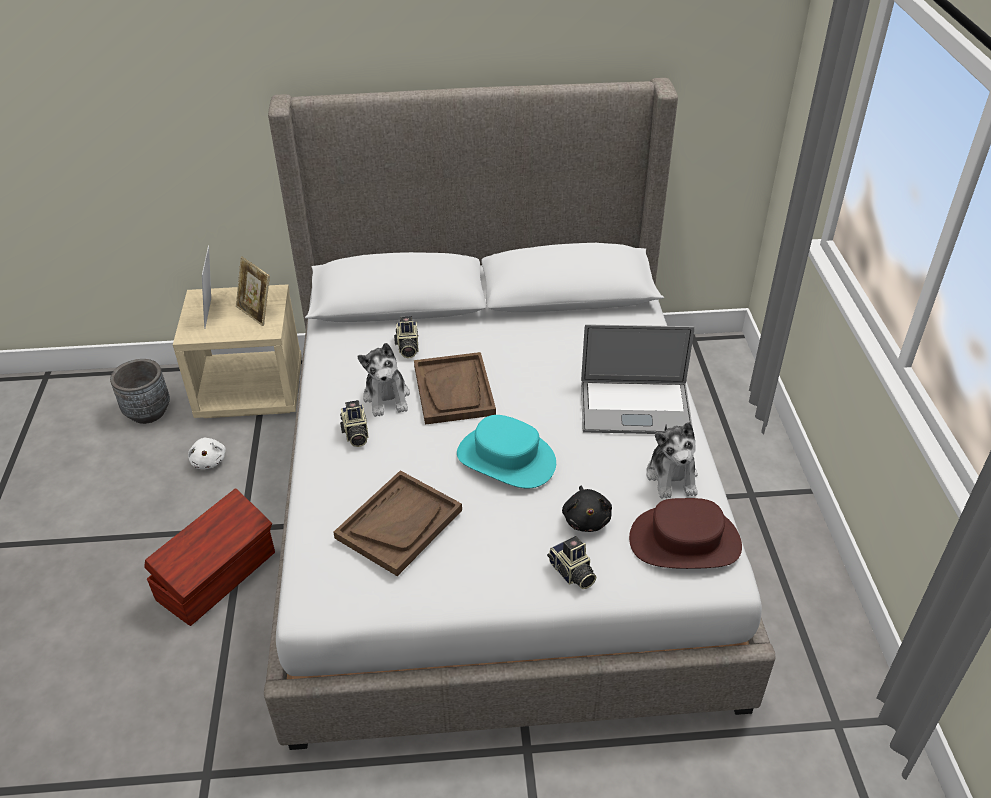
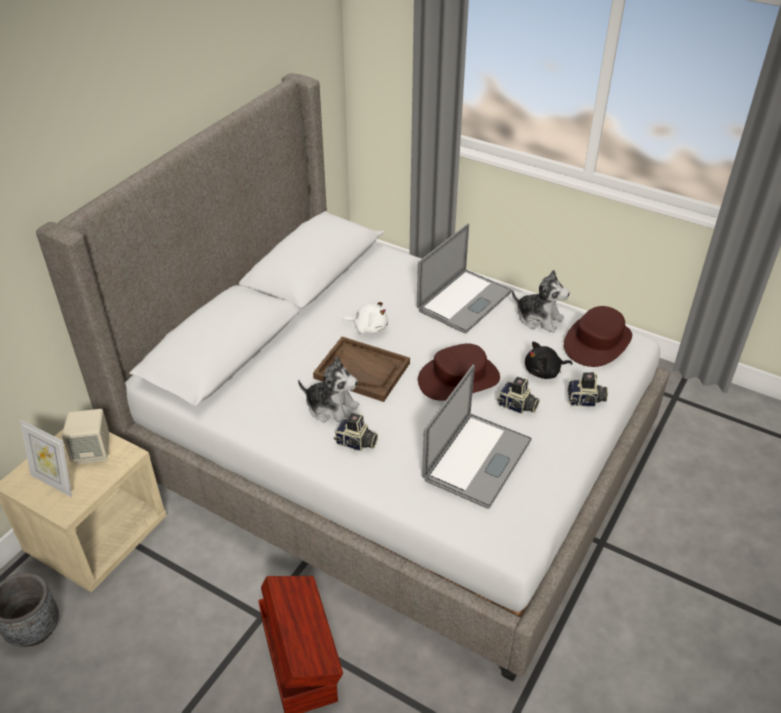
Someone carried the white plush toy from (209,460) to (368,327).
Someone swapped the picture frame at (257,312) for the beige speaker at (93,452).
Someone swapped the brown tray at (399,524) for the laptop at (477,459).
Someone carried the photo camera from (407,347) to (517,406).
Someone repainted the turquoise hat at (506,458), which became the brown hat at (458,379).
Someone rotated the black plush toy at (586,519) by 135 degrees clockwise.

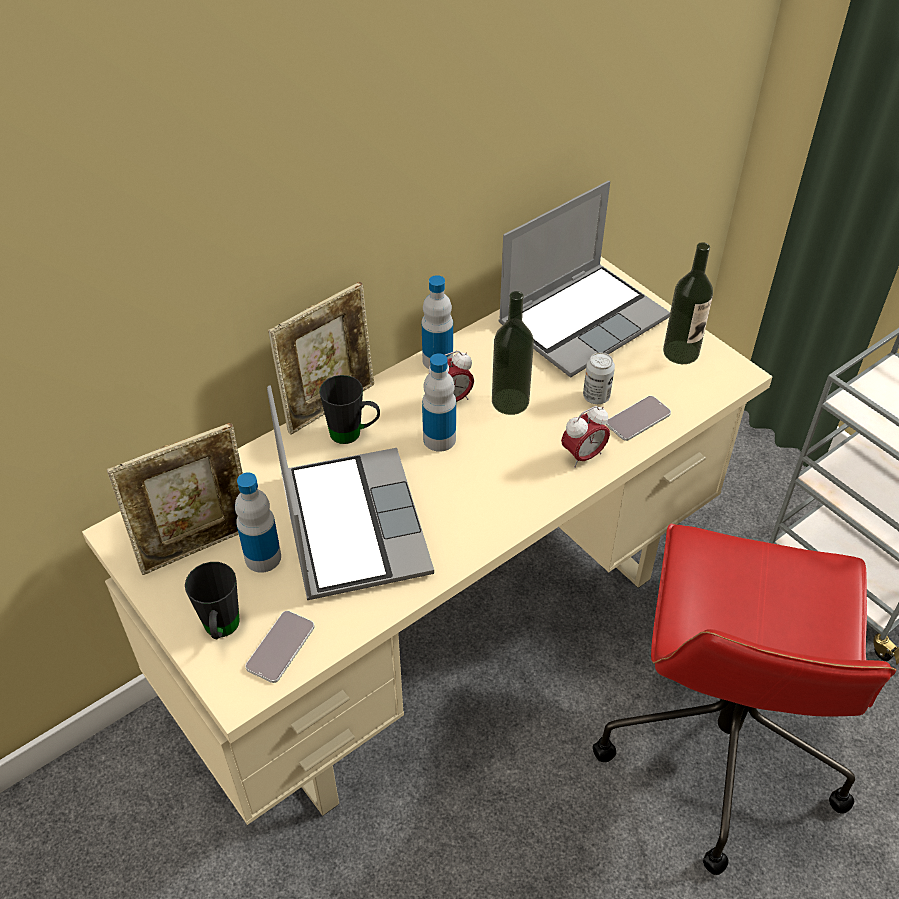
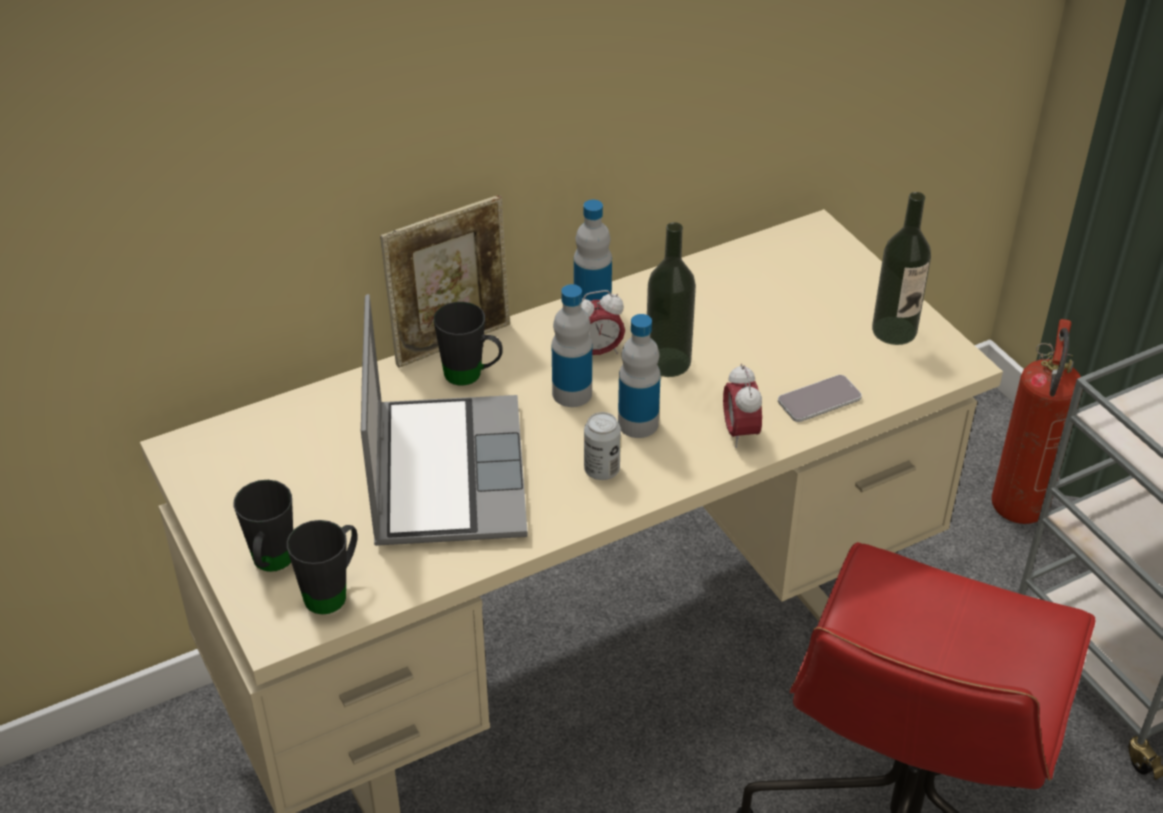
Someone took away the picture frame at (198,545).
Someone carried the bottle from (263,557) to (638,424).
Someone swapped the phone at (280,647) for the black mug at (333,591).
Someone took away the laptop at (583,320).
Someone rotated the alarm clock at (583,456) by 105 degrees clockwise.
Someone carried the can from (596,397) to (601,470).
Someone put down the fire extinguisher at (1017,515).

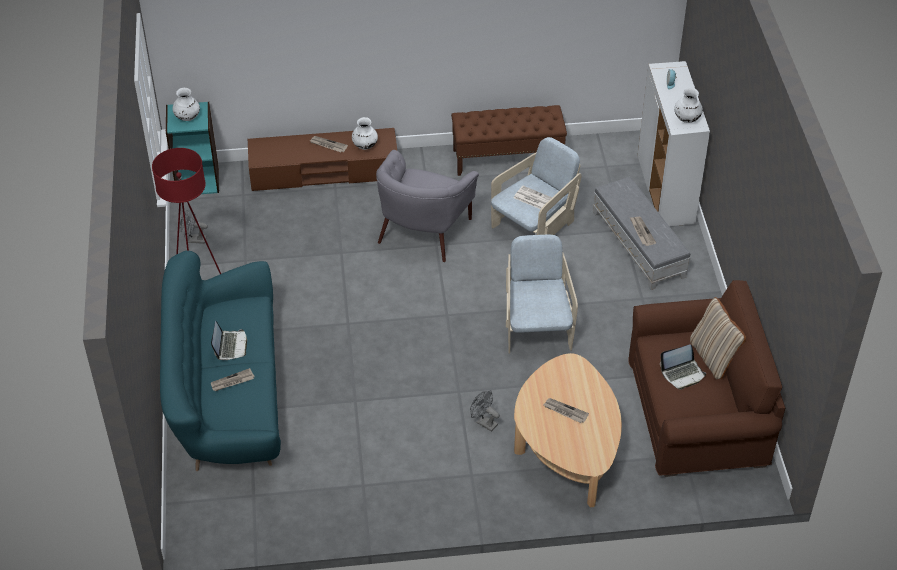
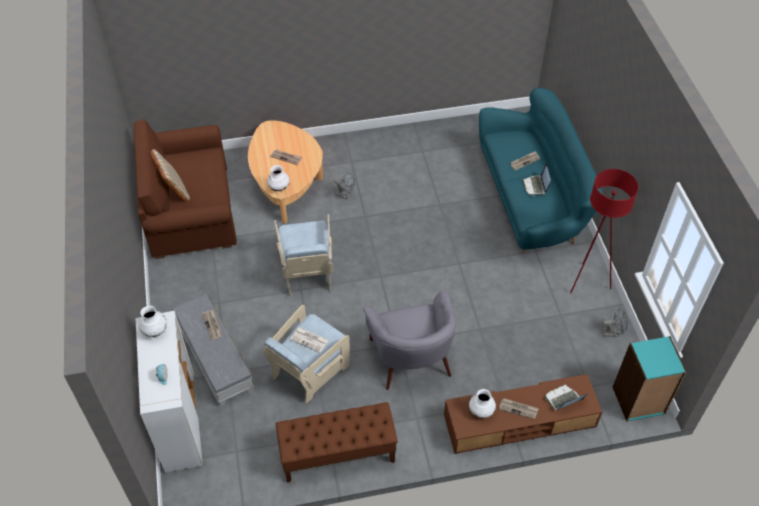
Someone carried the white vase from (187,117) to (279,187).
Someone rotated the grey armchair at (423,231) by 150 degrees clockwise.
Someone carried the laptop from (682,374) to (563,399).

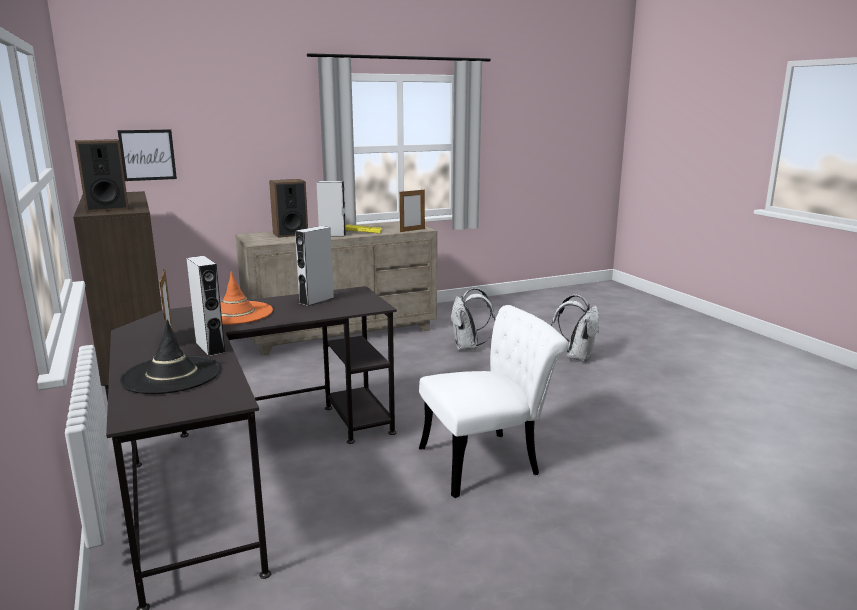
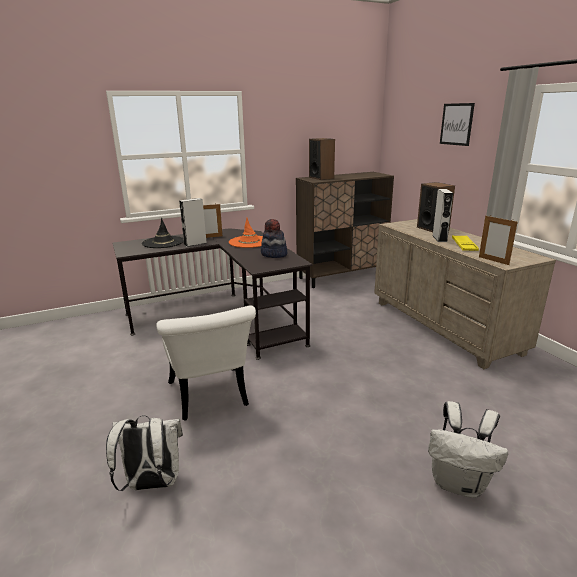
Someone carried the picture from (147,155) to (456,124).
Someone swapped the grey speaker at (316,300) for the hat at (274,254).
Someone carried the white backpack from (468,347) to (152,484).

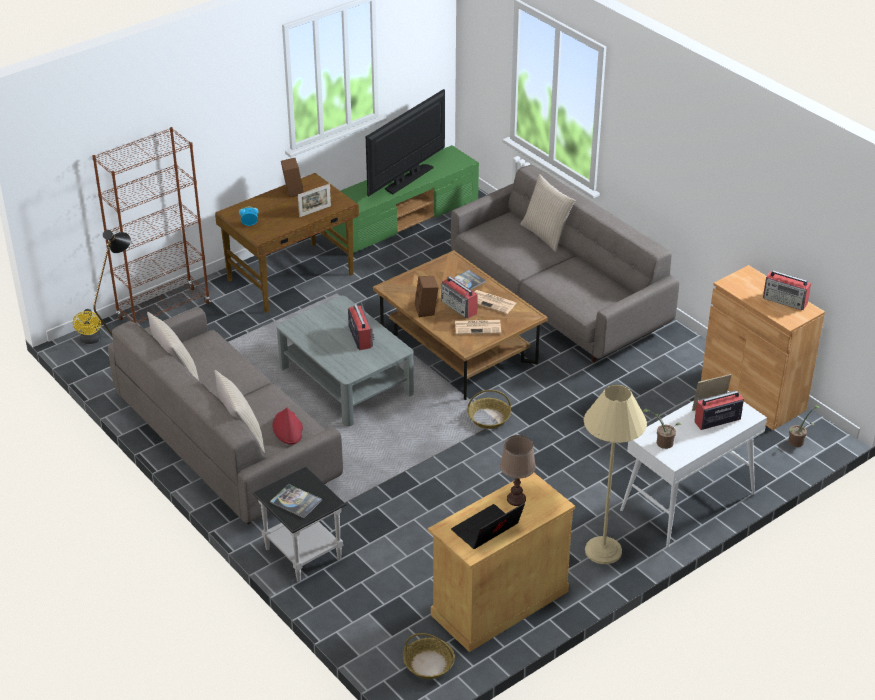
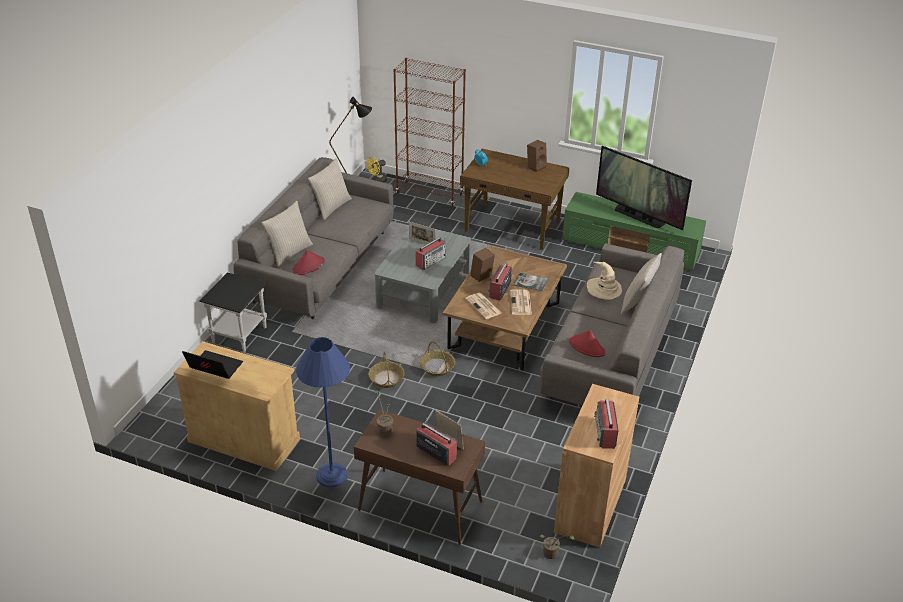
Someone took away the book at (296,501).
Someone carried the picture frame from (315,211) to (422,243).
Someone rotated the television at (408,179) by 150 degrees counterclockwise.
Someone carried the basket from (429,664) to (386,379).
Someone took away the brown table lamp at (516,499).
Someone repainted the beige floor lamp at (603,551), which became the blue floor lamp at (332,475).
Someone repainted the white console table at (687,503), which became the brown console table at (419,506).
Someone put down the red hat at (587,347).
Someone put down the beige hat at (604,289).

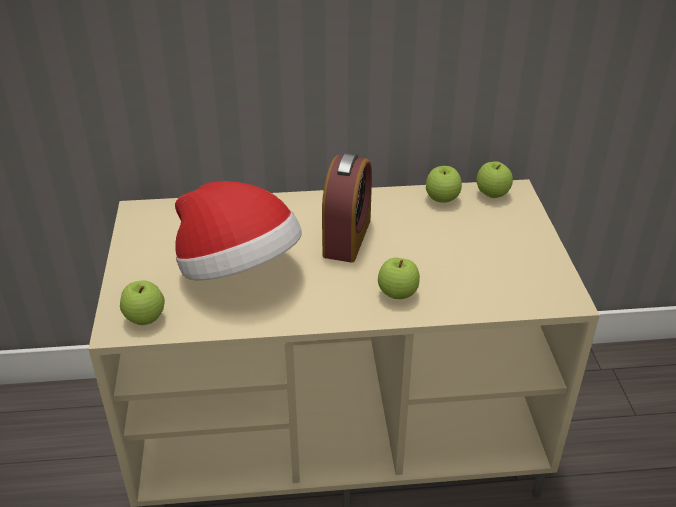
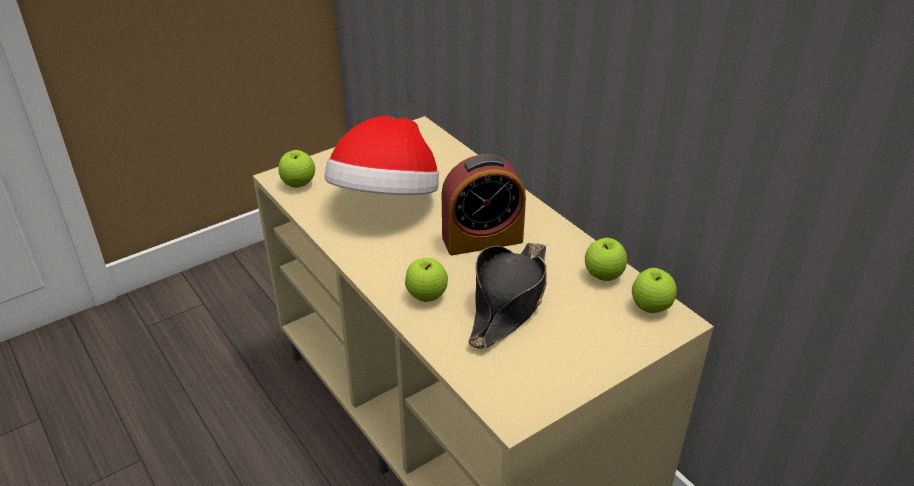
Someone put down the black hat at (508,302).

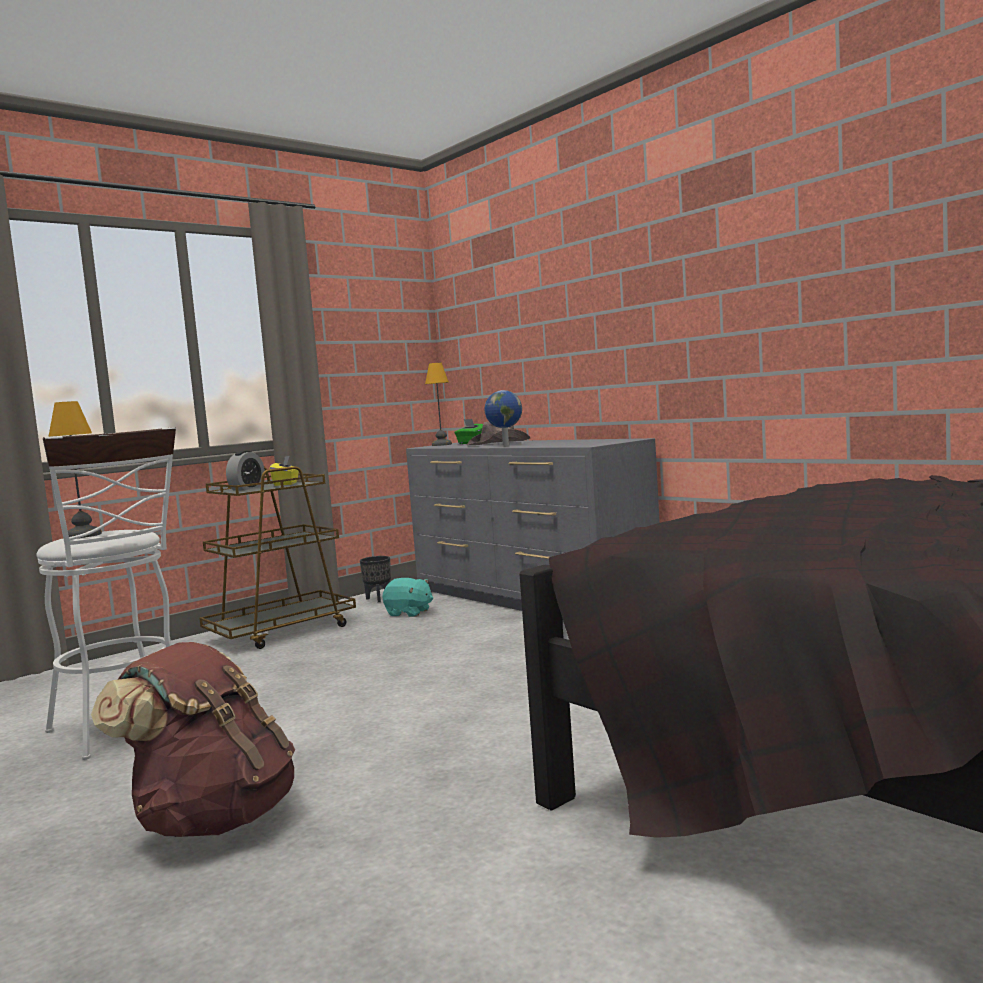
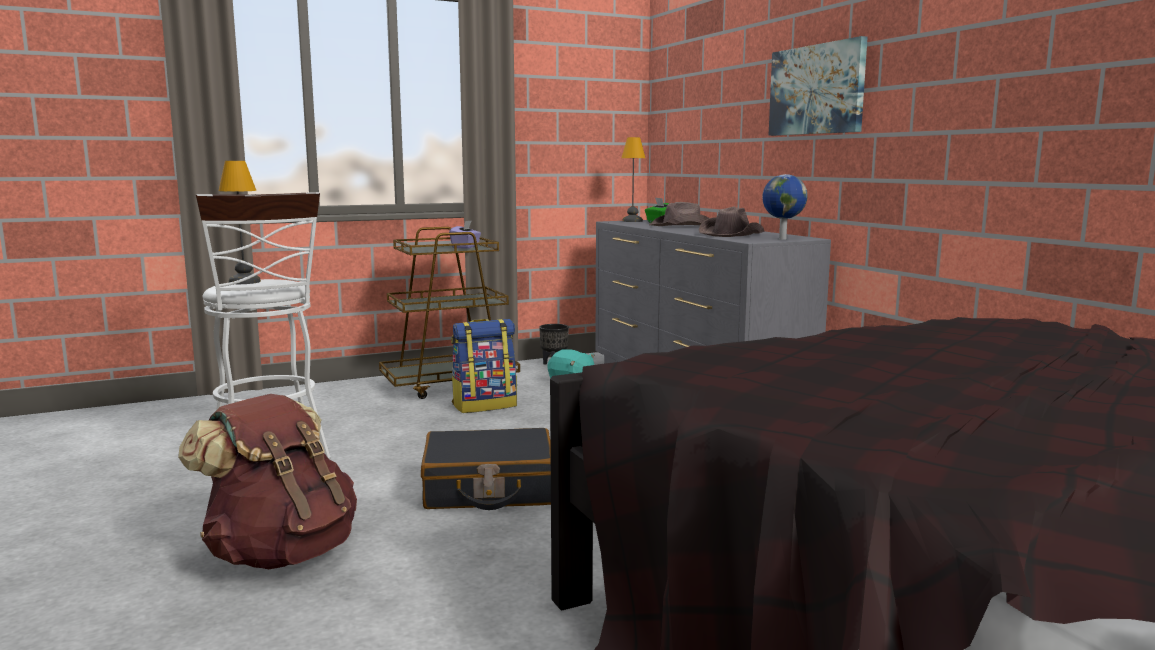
Someone took away the alarm clock at (247,488).
Someone repainted the yellow tissue box at (286,484), which became the purple tissue box at (466,247).
Someone carried the globe from (505,445) to (781,239).
Someone put down the black suitcase at (489,489).
Someone put down the backpack at (485,405).
Someone put down the brown hat at (731,234).
Someone put up the picture at (817,90).

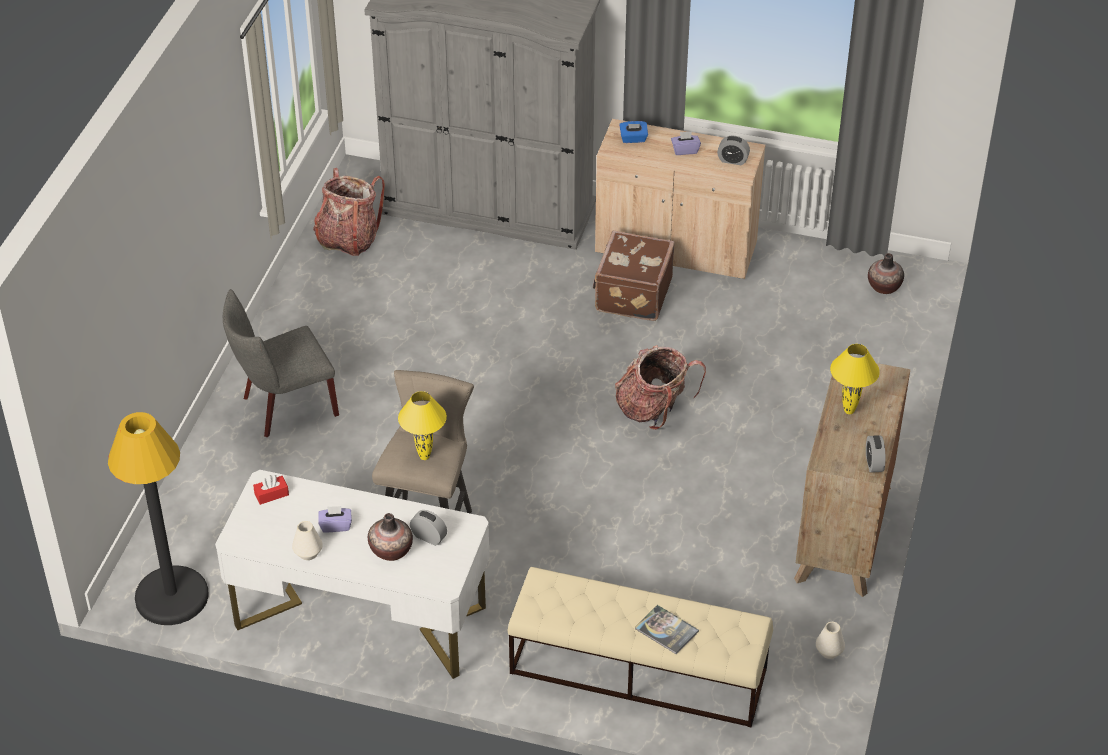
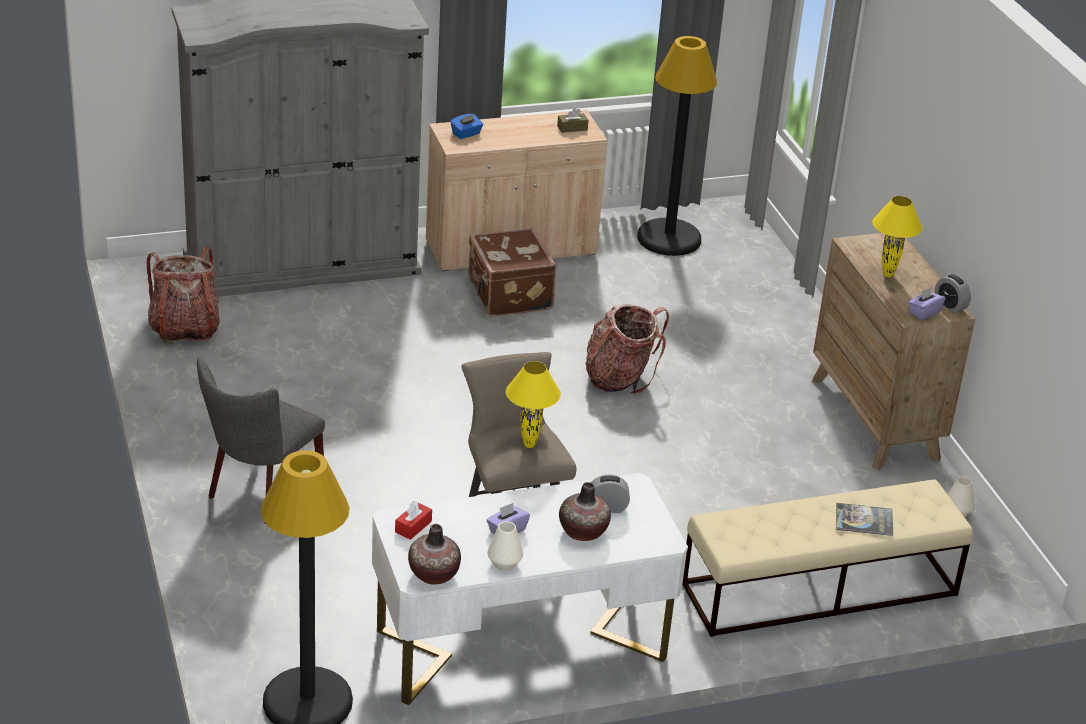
Someone carried the purple tissue box from (685,150) to (924,312).
Someone swapped the alarm clock at (732,160) for the brown tissue box at (572,128).
Someone carried the vase from (884,286) to (433,574).
Someone put down the black floor lamp at (669,239).

